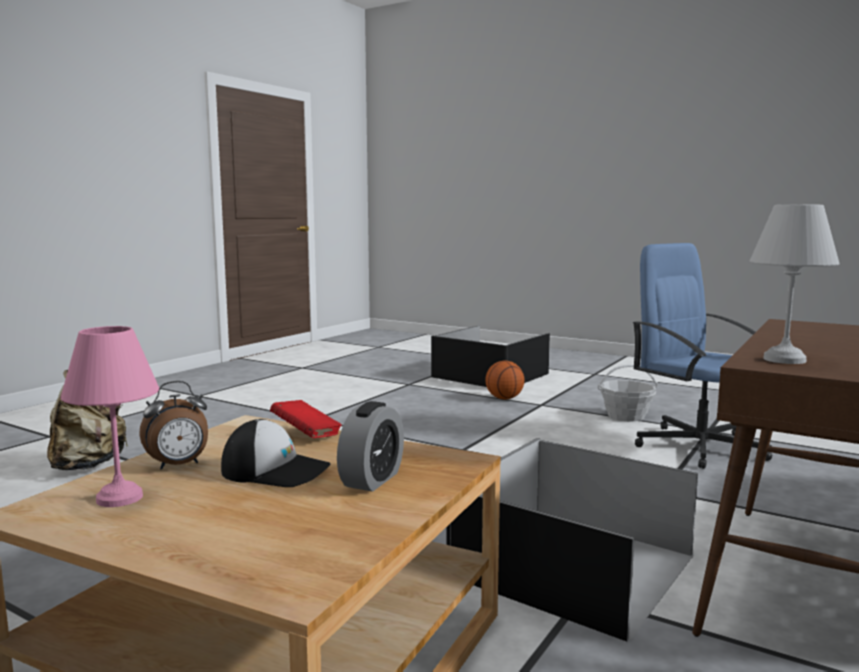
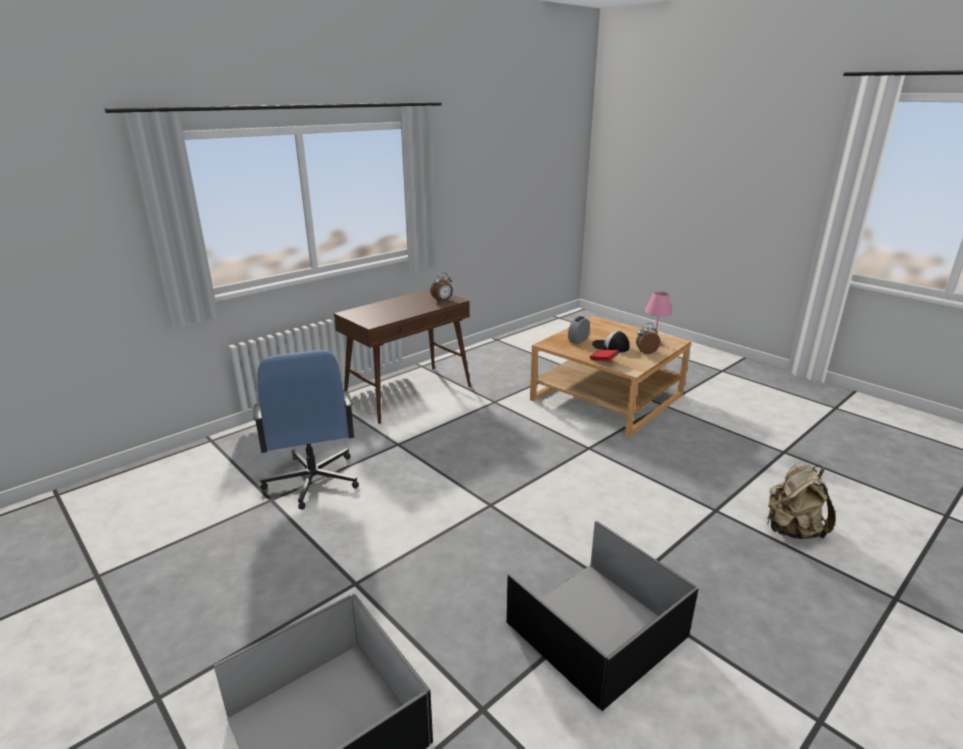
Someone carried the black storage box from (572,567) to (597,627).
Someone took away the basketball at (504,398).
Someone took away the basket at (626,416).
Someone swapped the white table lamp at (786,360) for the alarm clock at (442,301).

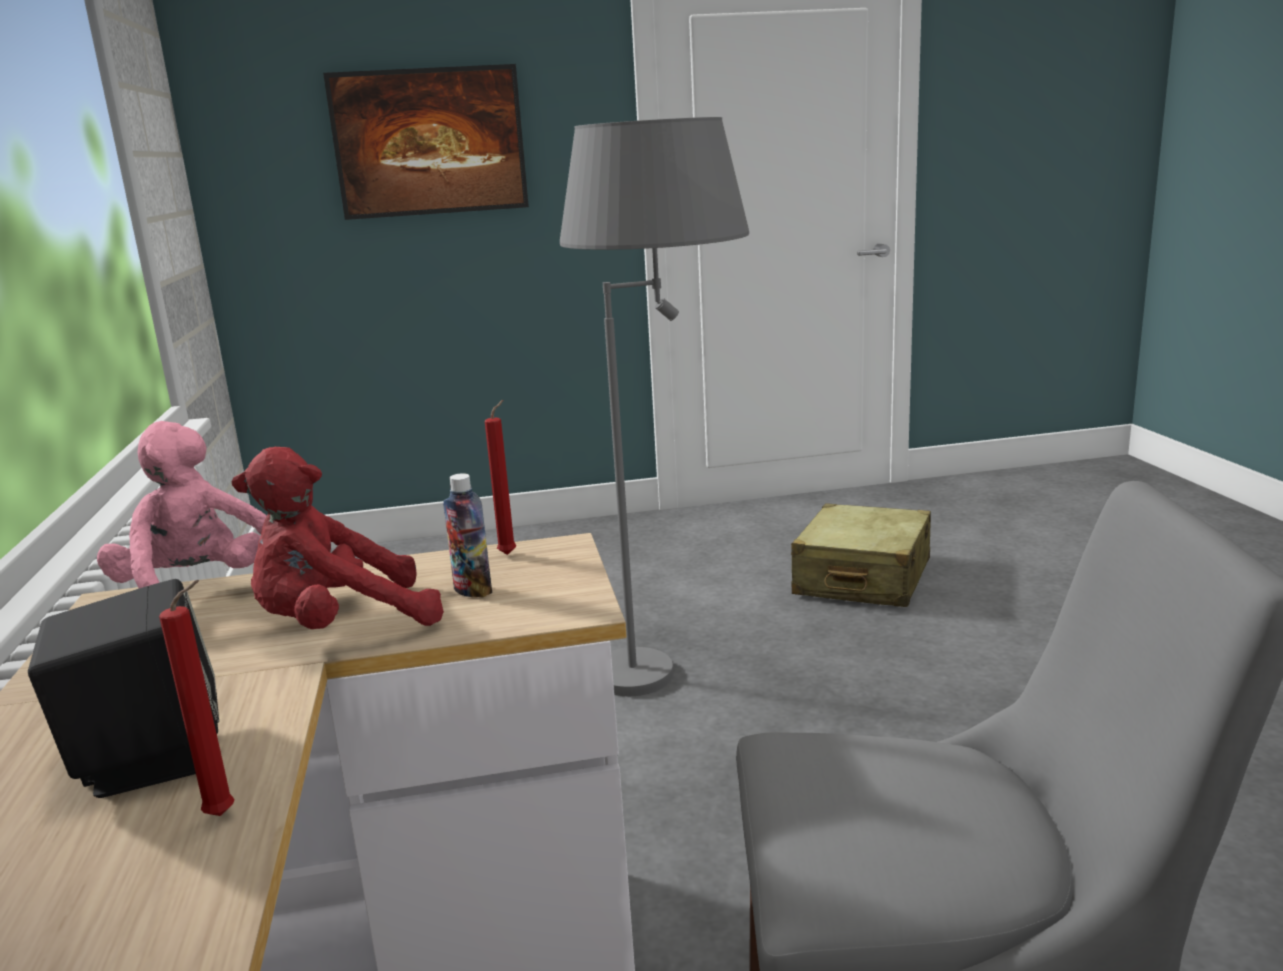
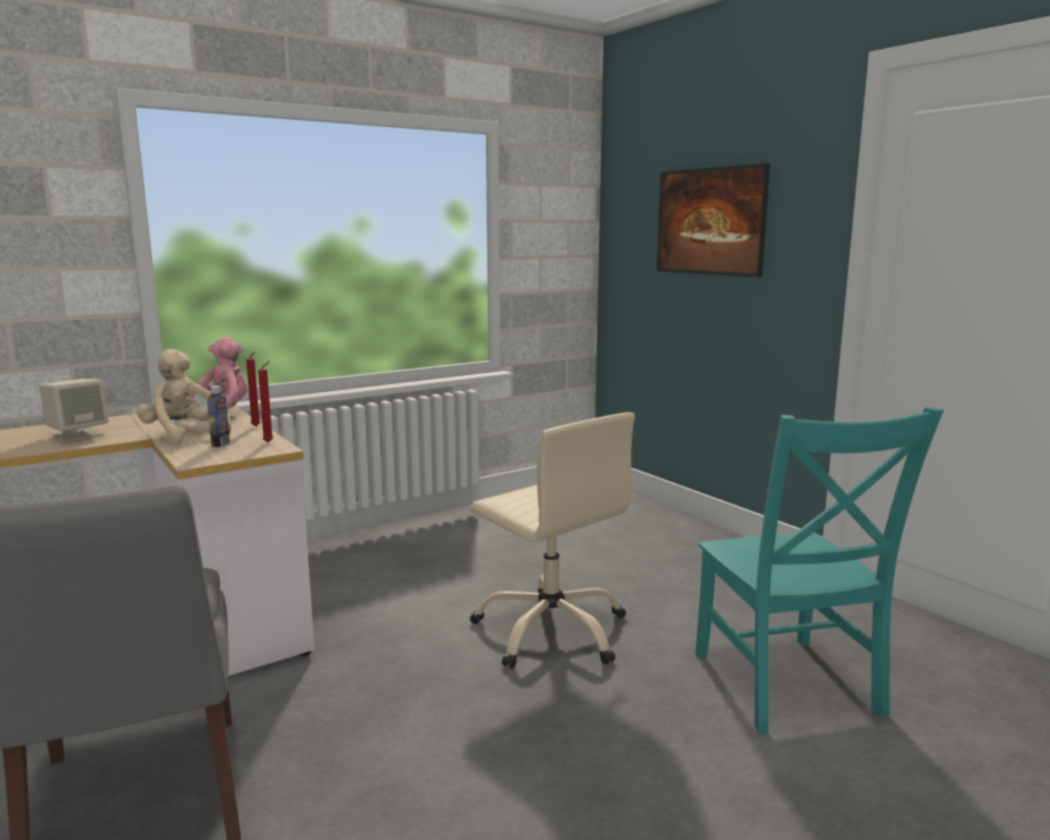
Someone repainted the black speaker at (148,758), which became the beige speaker at (78,435).
Someone carried the red candle from (226,814) to (256,426).
Someone repainted the red plush toy at (341,626), which became the beige plush toy at (184,435).
Someone swapped the grey floor lamp at (676,666) for the beige office chair at (552,630).
Someone swapped the beige suitcase at (862,578) for the turquoise chair at (788,687).

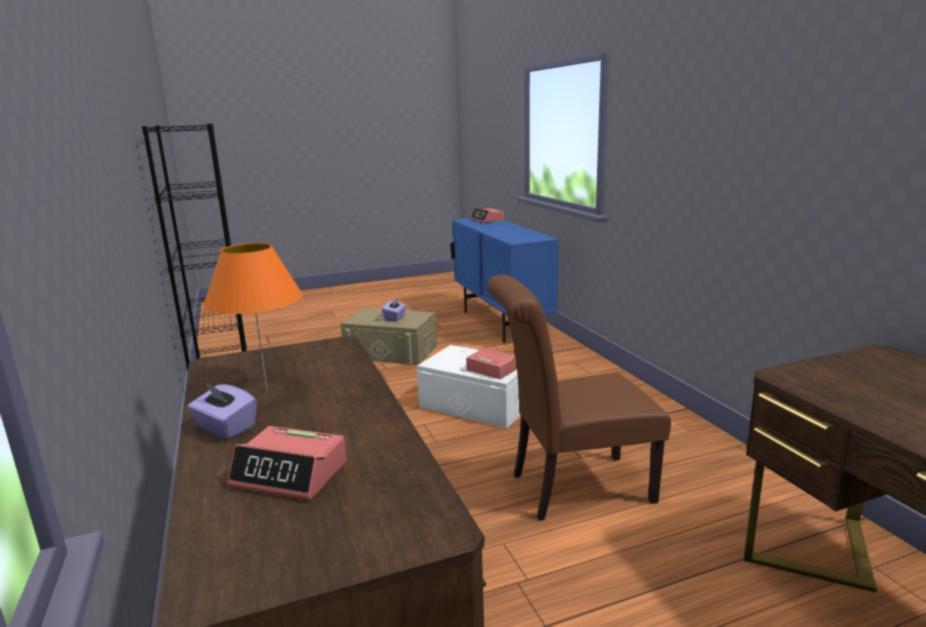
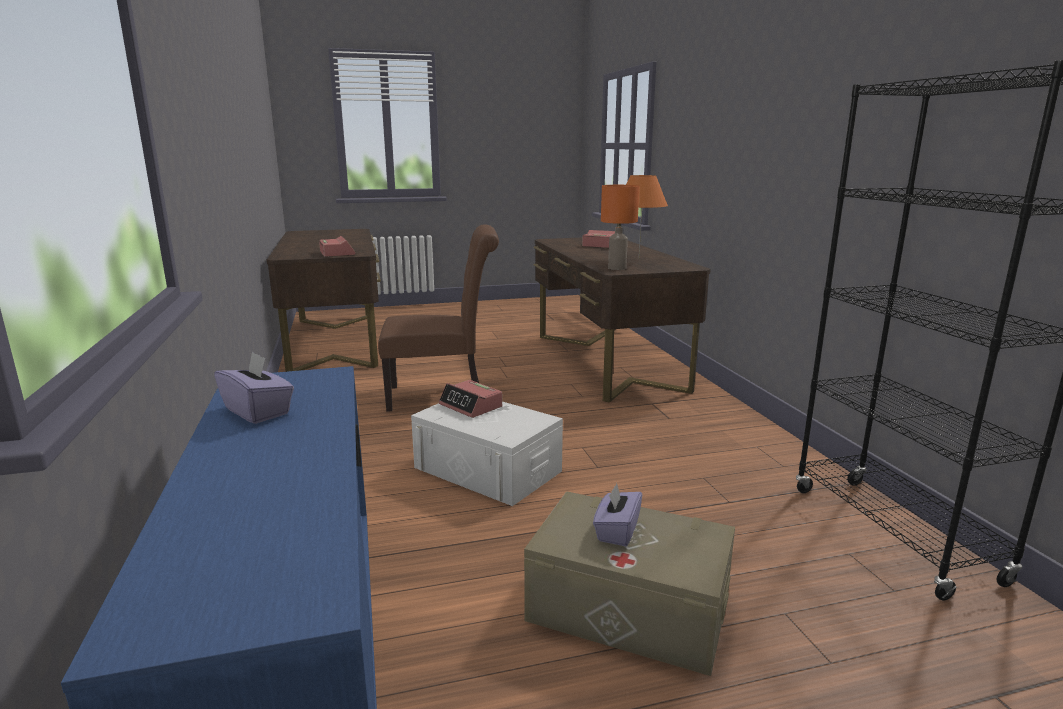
Someone carried the purple tissue box from (225,428) to (258,411).
Someone carried the alarm clock from (487,220) to (337,253).
Someone put down the orange table lamp at (617,268).

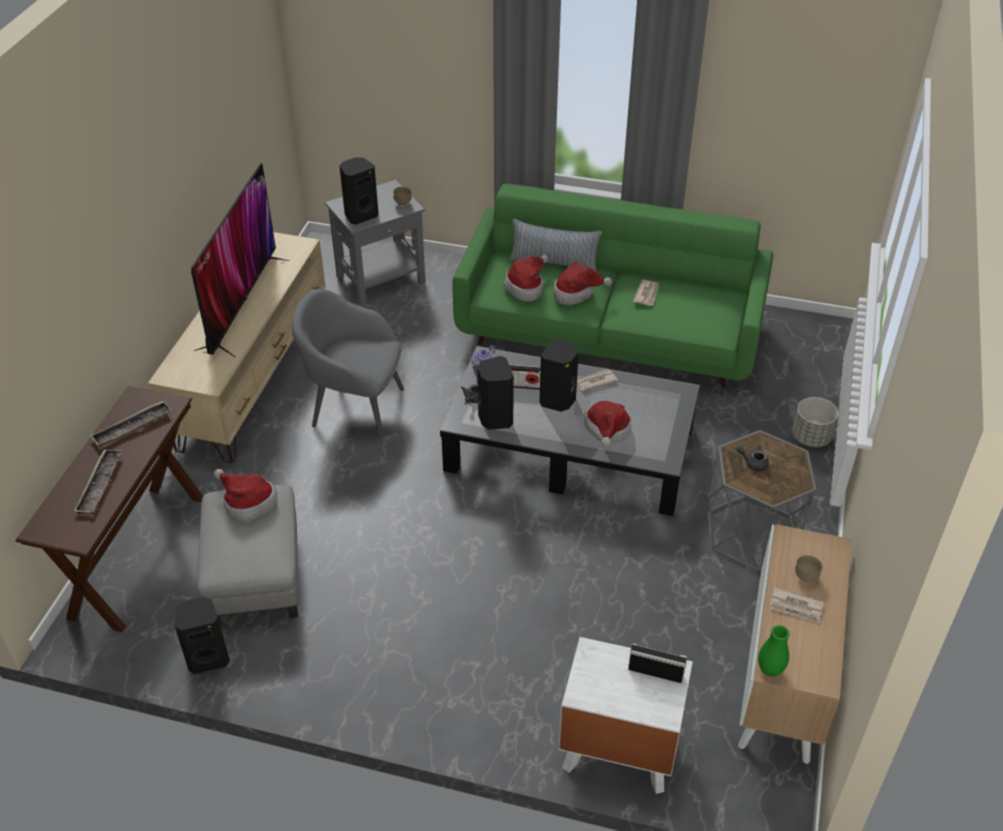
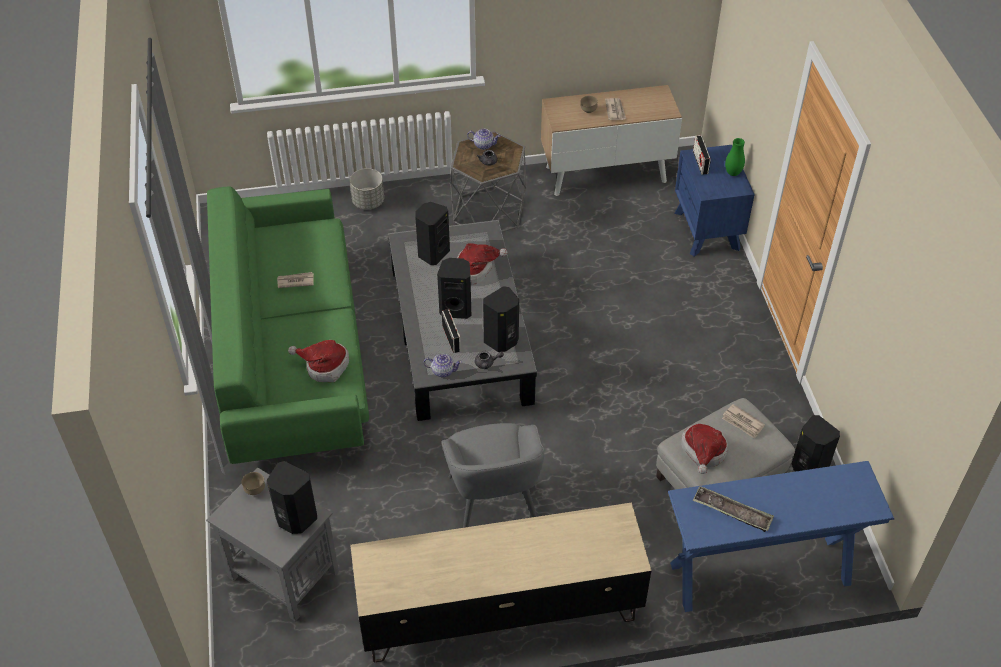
Someone repainted the brown console table at (138,554), which became the blue console table at (759,573).
Someone took away the tray at (100,485).
Someone took away the television at (242,303).
Someone took away the pillow at (554,262).
Someone took away the hat at (576,293).
Someone repainted the white nightstand at (618,749), which became the blue nightstand at (707,230).
Someone carried the newspaper from (595,381) to (743,423).
Someone carried the green vase from (770,670) to (733,173).
Someone put down the black speaker at (432,253).
Someone put down the teapot at (483,145).

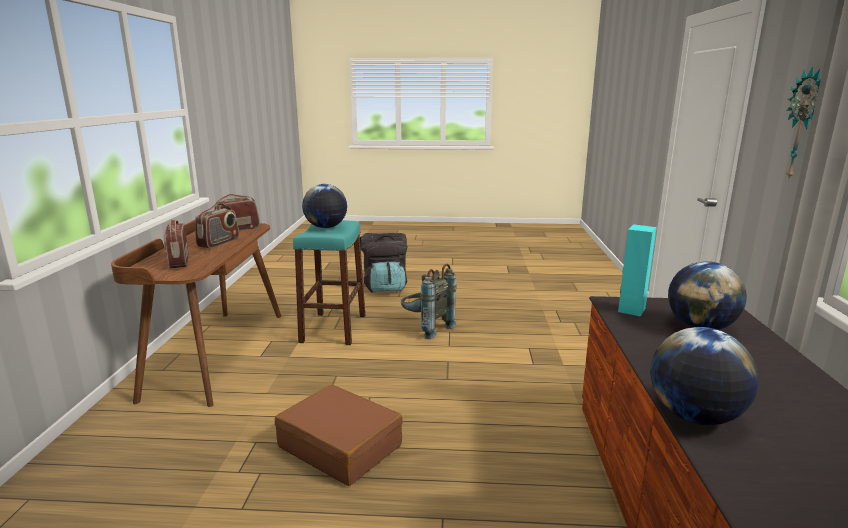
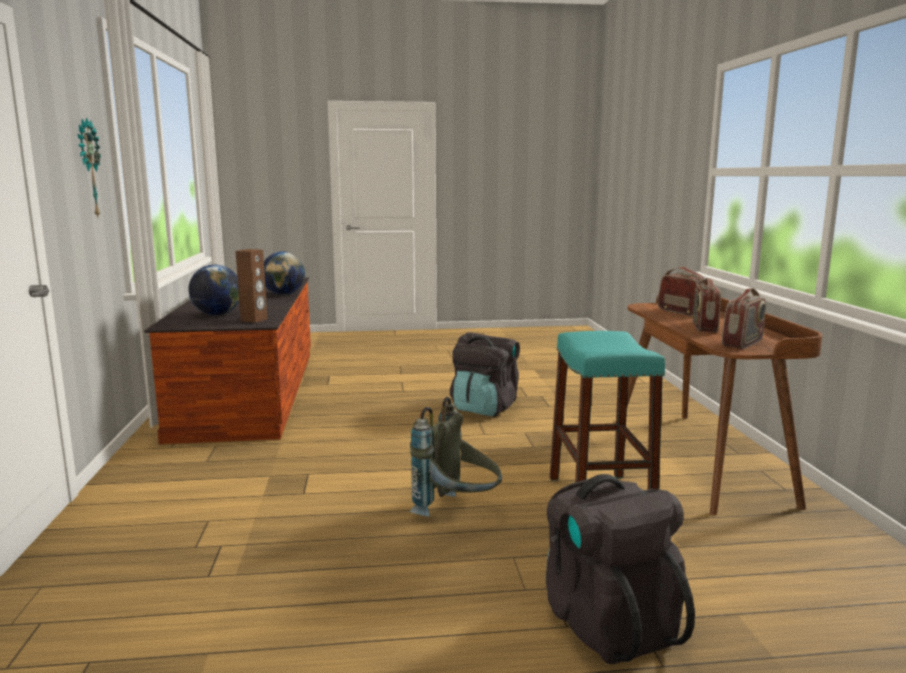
Someone swapped the brown suitcase at (340,446) for the black backpack at (484,408).
Someone took away the globe at (326,227).
Someone repainted the turquoise speaker at (631,310), which became the brown speaker at (254,320).

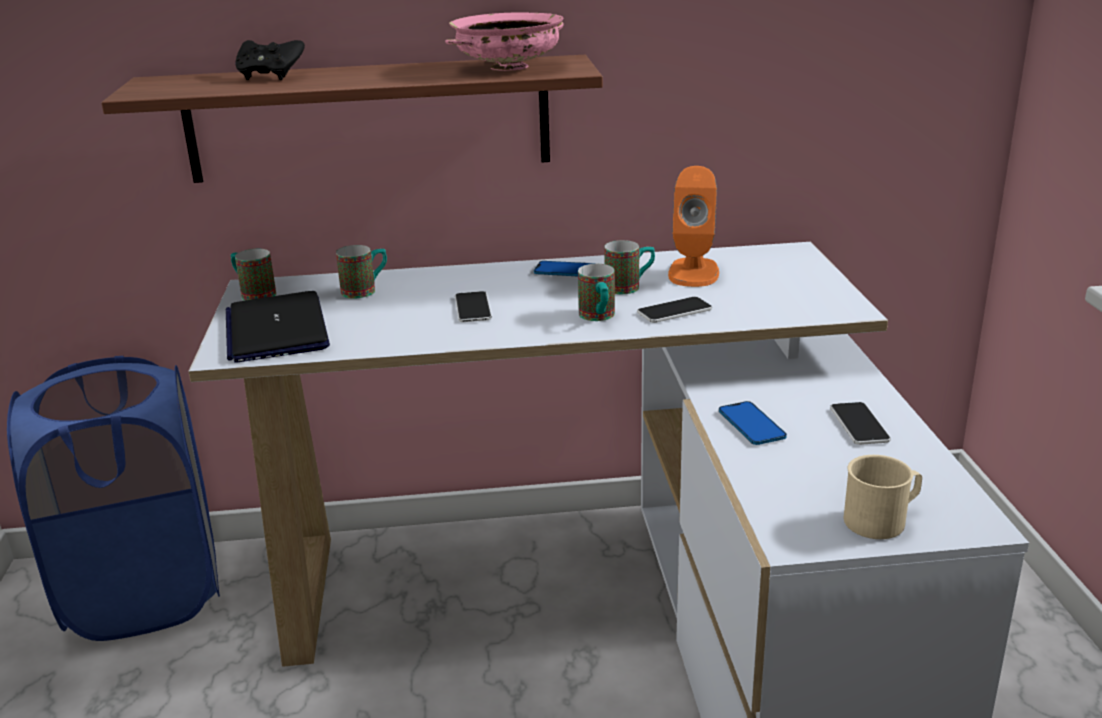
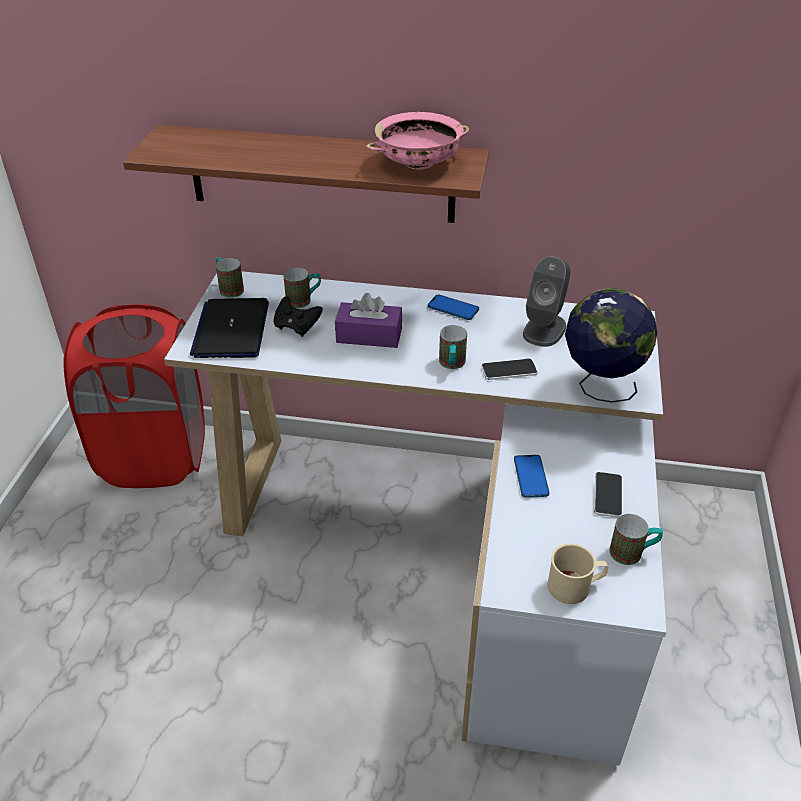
Someone repainted the blue laundry basket at (145,593), which became the red laundry basket at (155,456).
Someone carried the black game controller from (270,77) to (297,327).
Someone swapped the phone at (473,308) for the purple tissue box at (369,335).
Someone carried the mug from (629,287) to (632,553).
Someone repainted the orange speaker at (693,272), which became the grey speaker at (544,329).
Someone put down the globe at (600,386).

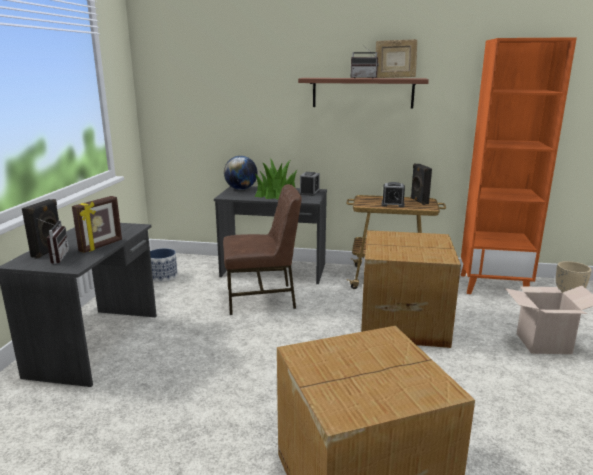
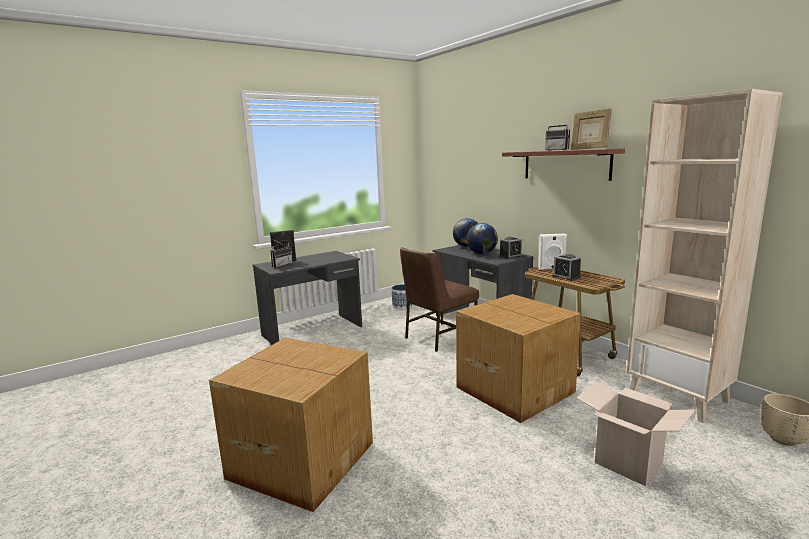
Someone took away the picture frame at (101,246).
Someone rotated the brown chair at (262,298) by 105 degrees clockwise.
Someone swapped the potted plant at (276,194) for the globe at (482,253).
Someone took away the black speaker at (418,201).
Someone repainted the orange bookcase at (493,285), which became the beige bookcase at (678,397).
Someone put down the white speaker at (551,269).

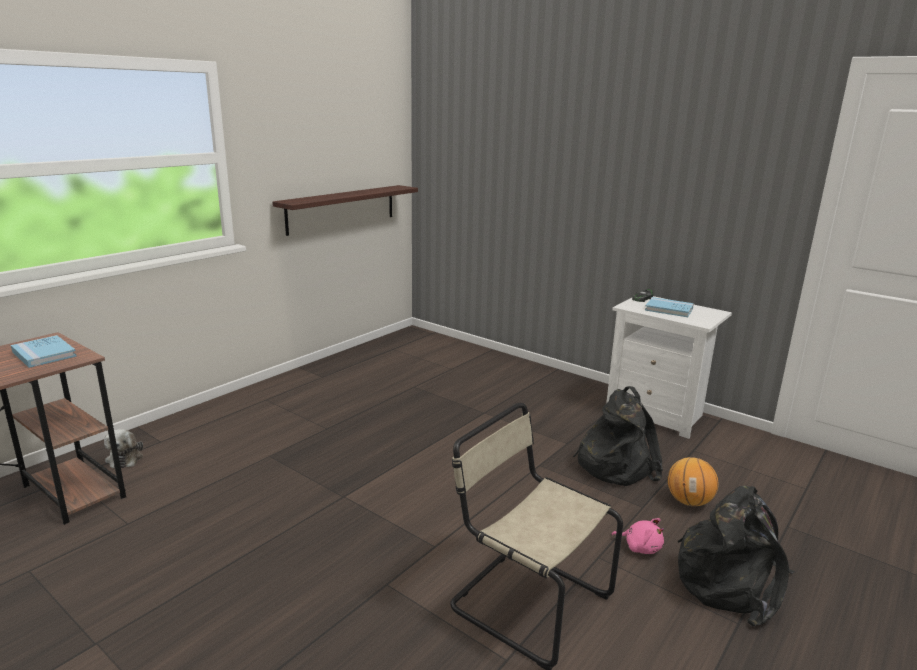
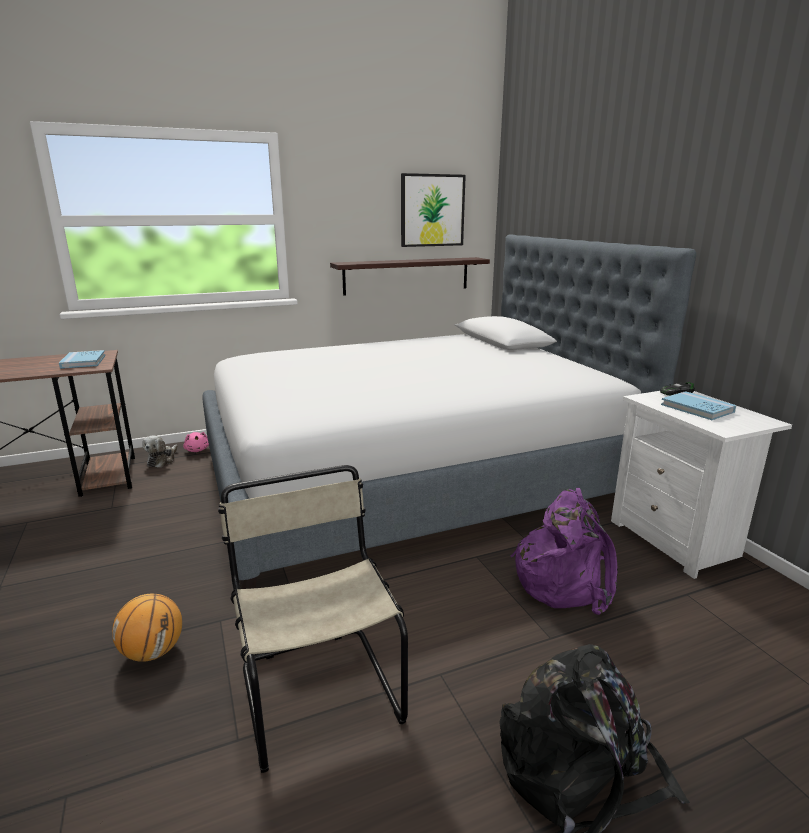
Someone repainted the black backpack at (615,464), which became the purple backpack at (564,580).
Someone carried the pink plush toy from (640,547) to (197,450).
Someone carried the basketball from (689,501) to (153,651).
Someone put down the bed at (413,477).
Someone put up the picture at (432,210).

